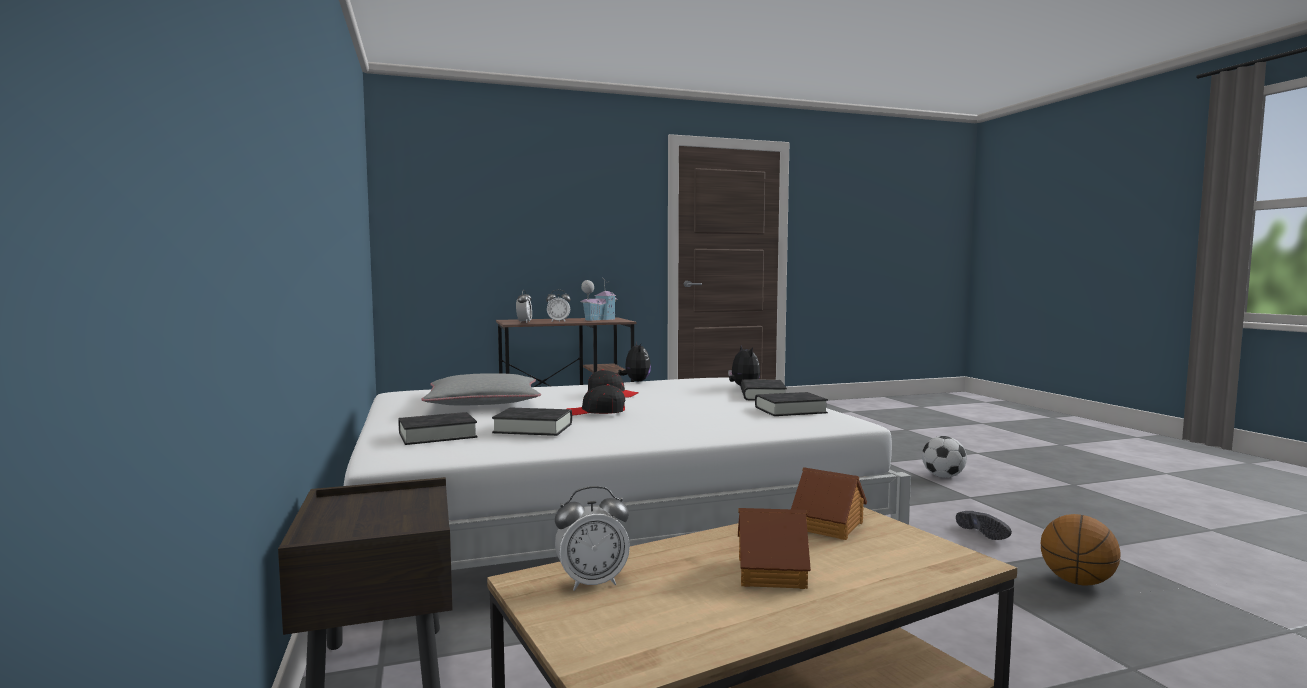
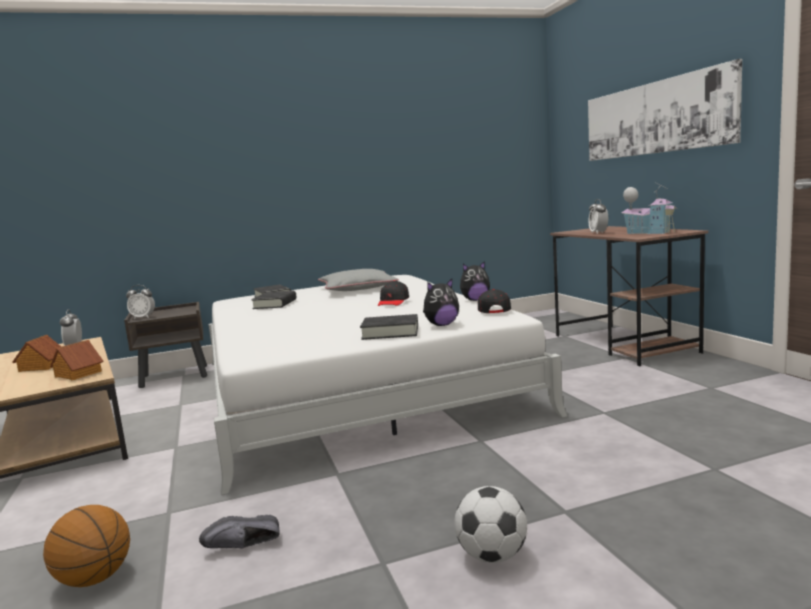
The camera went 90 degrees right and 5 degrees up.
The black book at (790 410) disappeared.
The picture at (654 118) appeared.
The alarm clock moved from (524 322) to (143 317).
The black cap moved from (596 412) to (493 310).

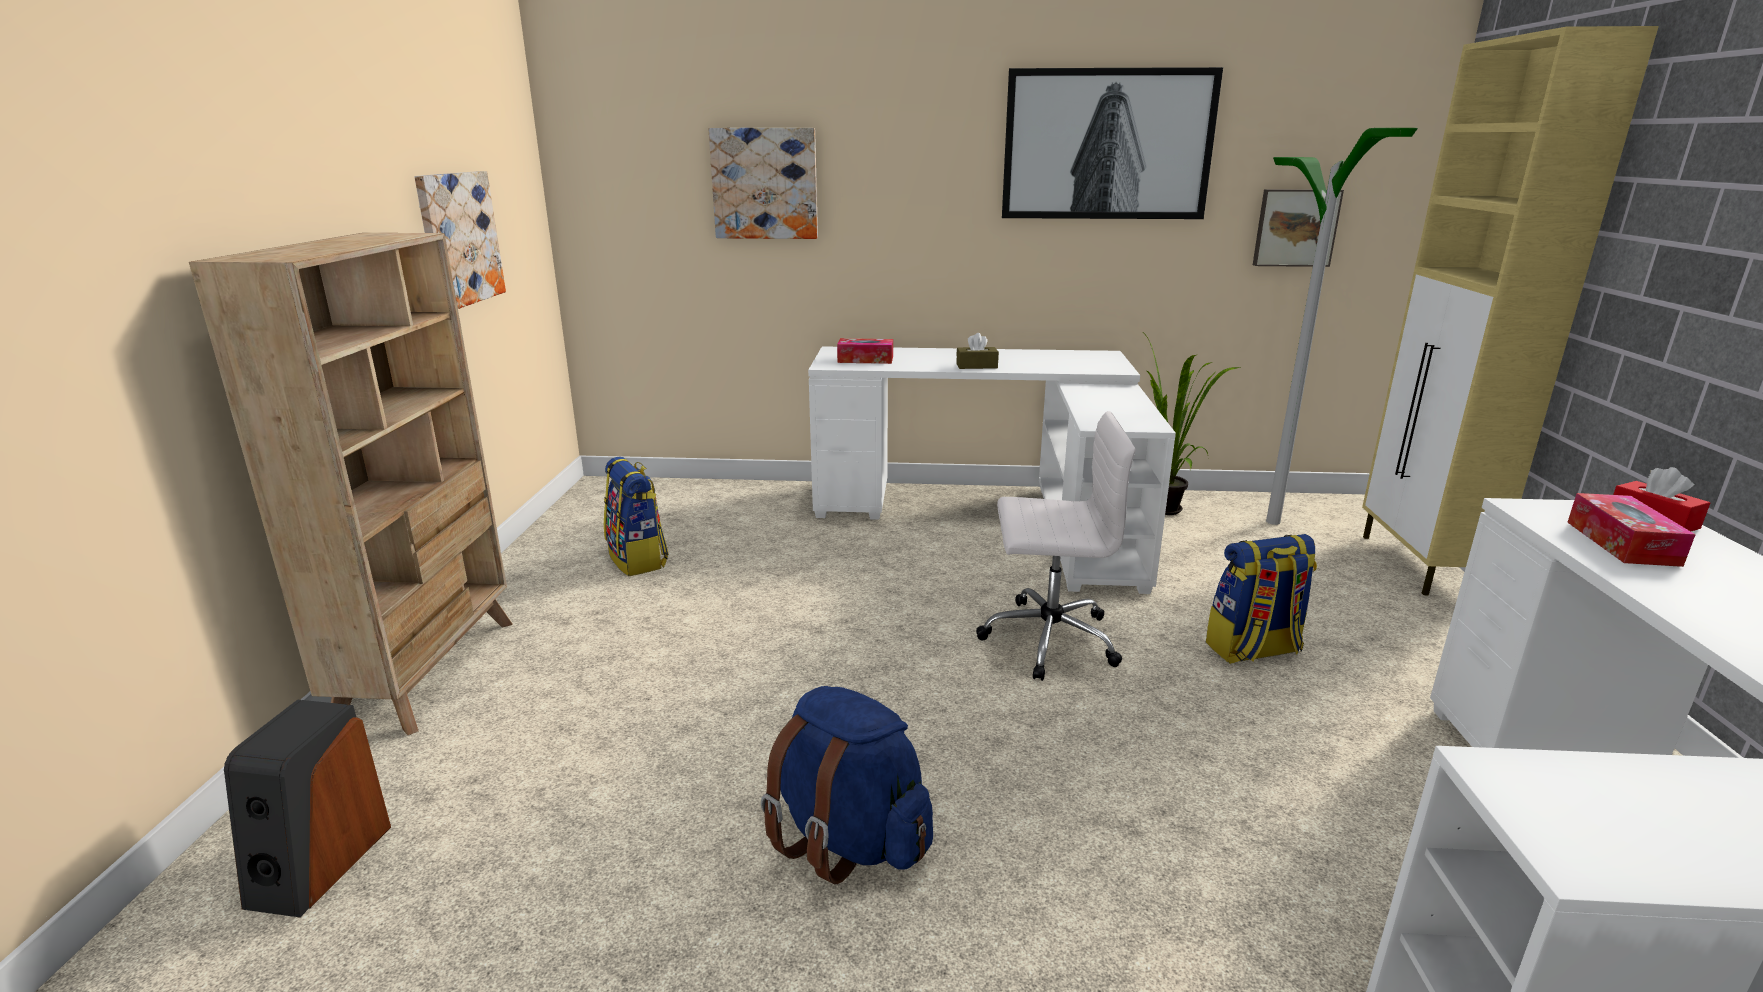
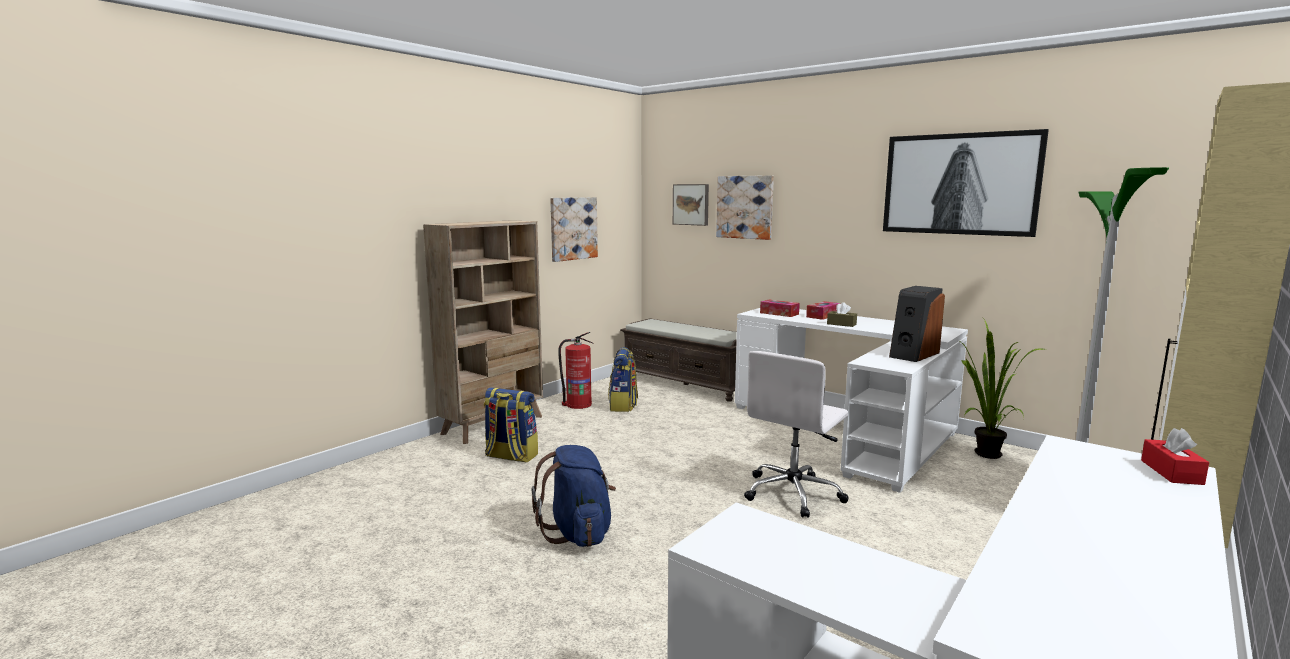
The camera went 35 degrees right and 10 degrees down.
The fire extinguisher at (578 404) appeared.
The brown bench at (686 384) appeared.
The speaker moved from (319 864) to (913 354).
The backpack moved from (1253 650) to (510 456).
The picture moved from (1295 227) to (691 204).
The tissue box moved from (1622 543) to (823 316).
The white office chair at (1047 639) turned 90 degrees clockwise.

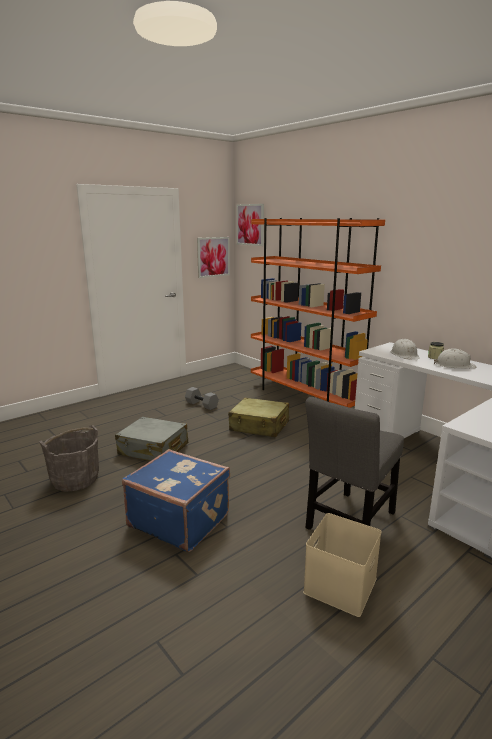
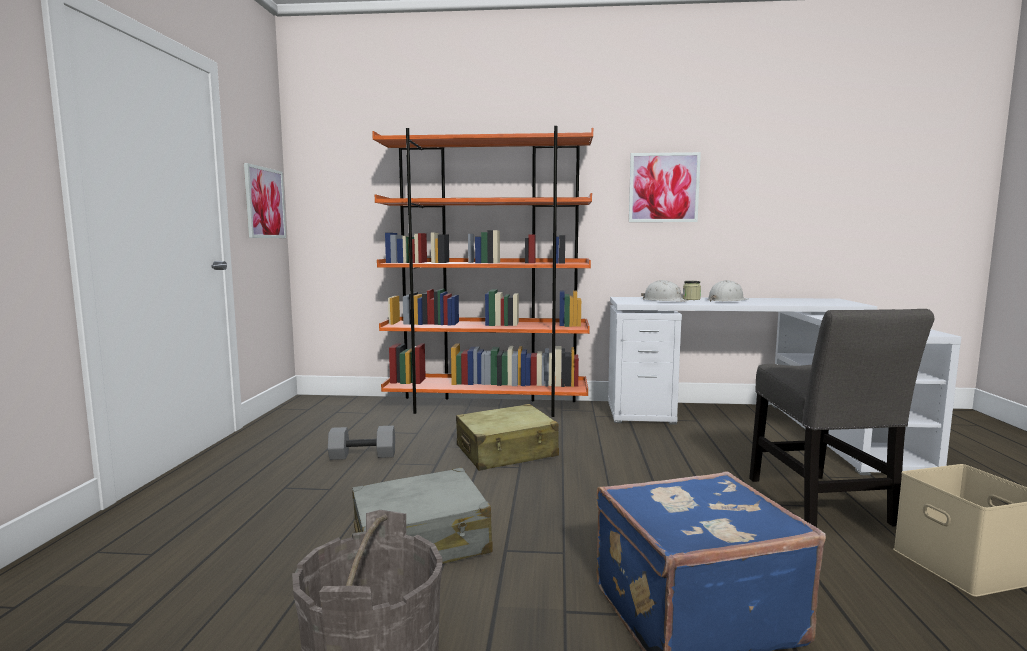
The camera went 45 degrees left and 10 degrees down.
The picture moved from (250 224) to (663 187).

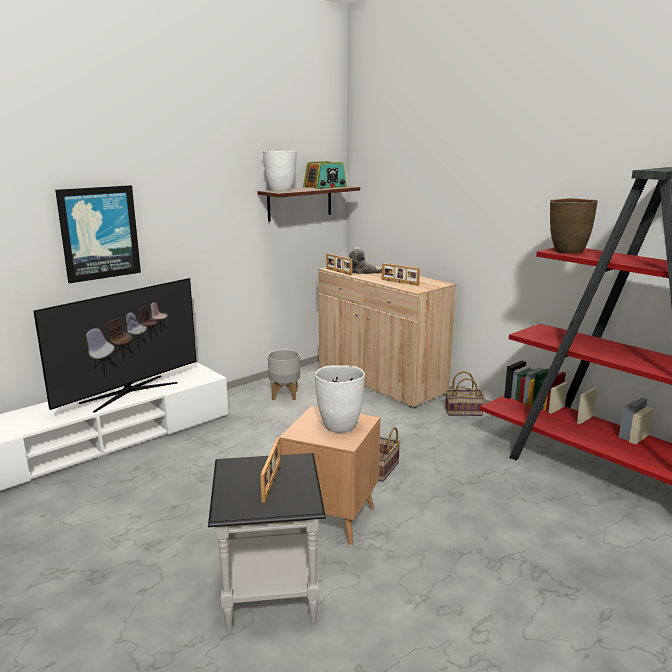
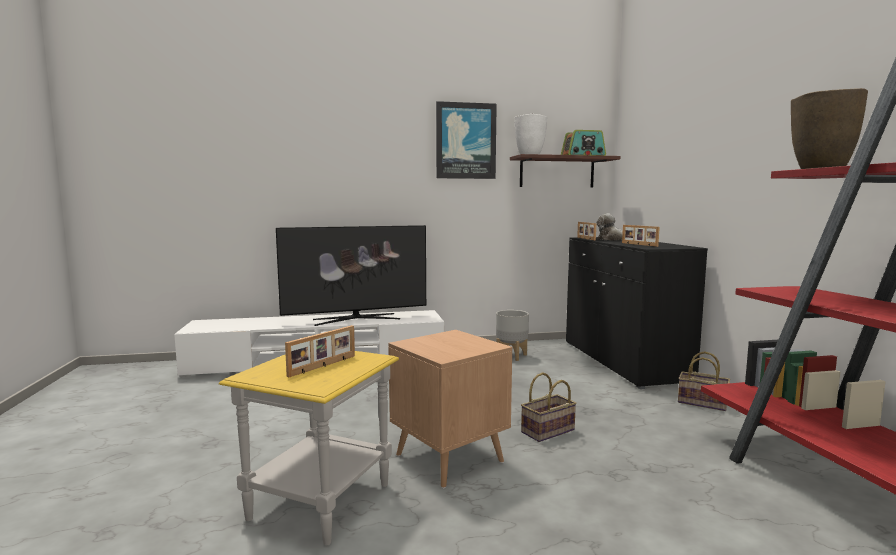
The camera went 30 degrees right and 10 degrees down.
The white vase at (339 426) disappeared.
The picture moved from (99 233) to (465 141).
The black side table at (270 590) became the yellow side table at (321 500).
The beige cabinet at (380 381) became the black cabinet at (622 361).

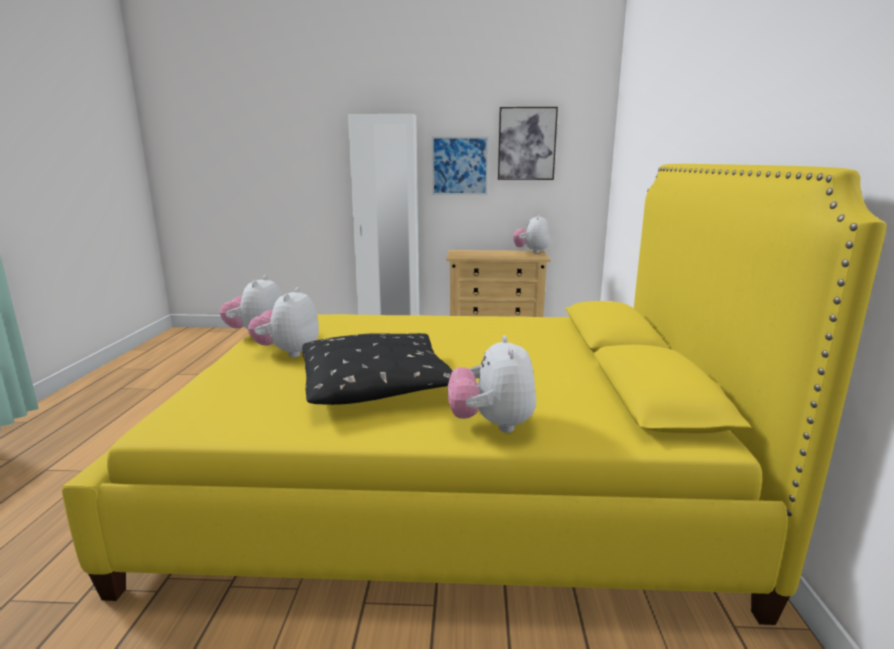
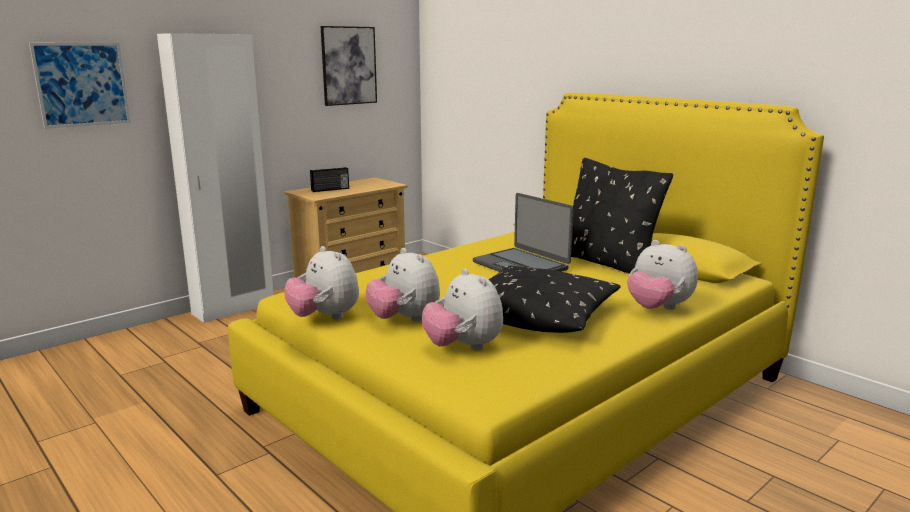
The camera went 45 degrees left and 0 degrees up.
The radio at (330 189) appeared.
The laptop at (521 265) appeared.
The black pillow at (606 262) appeared.
The picture moved from (459 166) to (82 84).
The plush toy moved from (531 251) to (463 347).

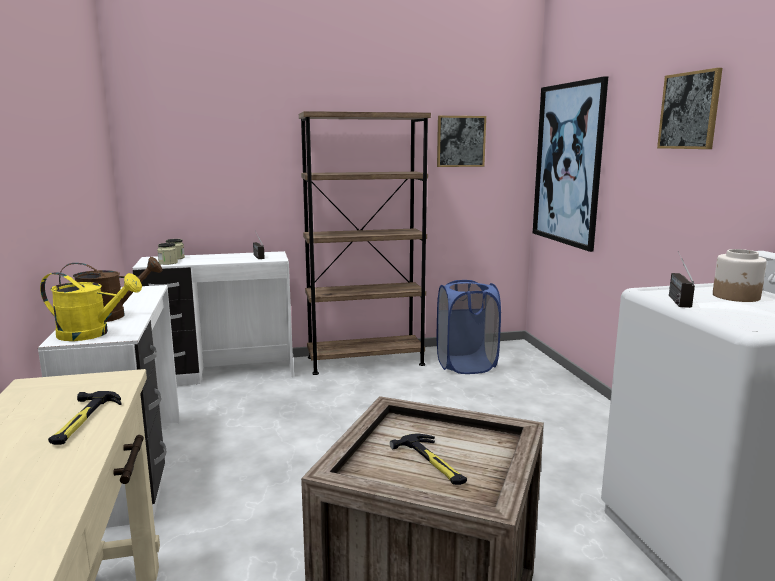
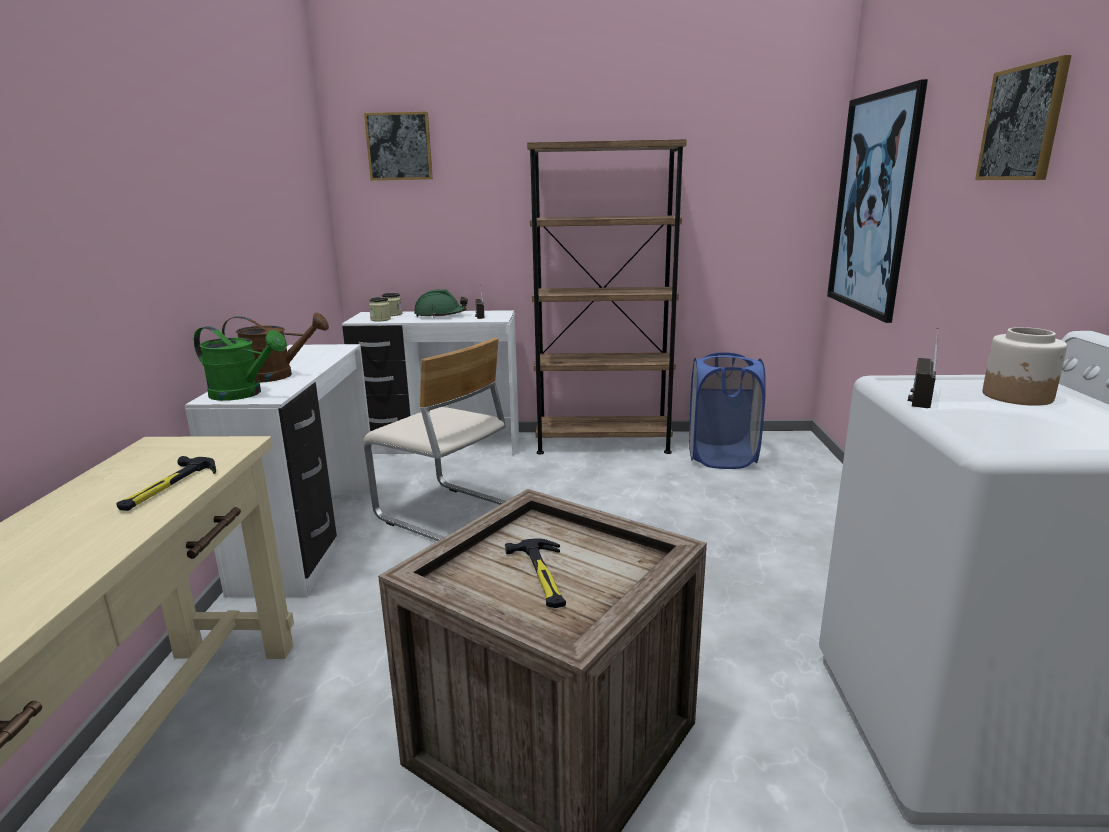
The camera went 15 degrees right and 5 degrees up.
The beige chair at (447 515) appeared.
The green hard hat at (440 315) appeared.
The picture moved from (460 141) to (399 146).
The yellow watering can at (92 334) became the green watering can at (243 394).

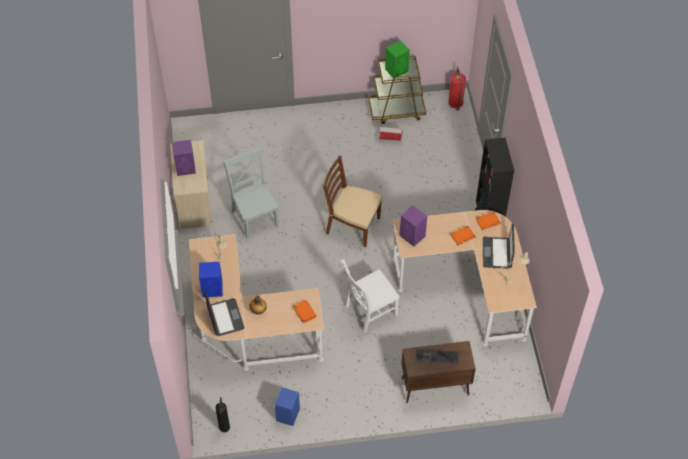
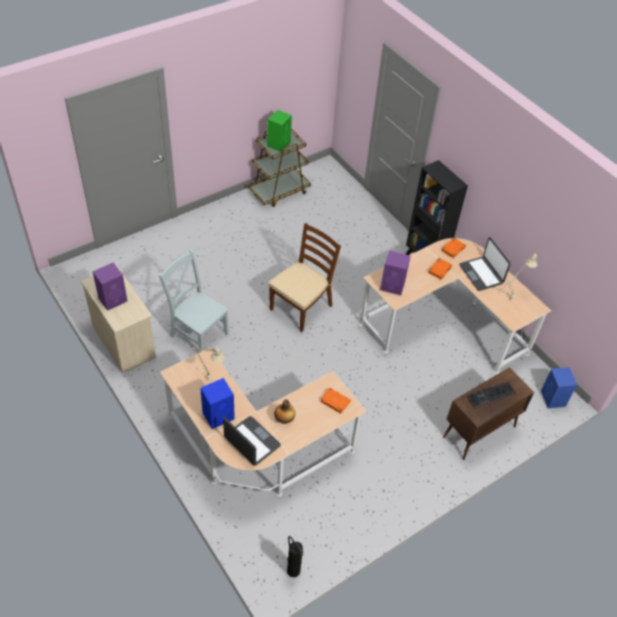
The camera went 30 degrees left and 5 degrees down.
The white chair at (369 312) disappeared.
The cardboard box at (390 137) disappeared.
The fire extinguisher at (455 103) disappeared.
The blue speaker moved from (287 415) to (553 399).
The brown chair at (352 225) turned 135 degrees clockwise.

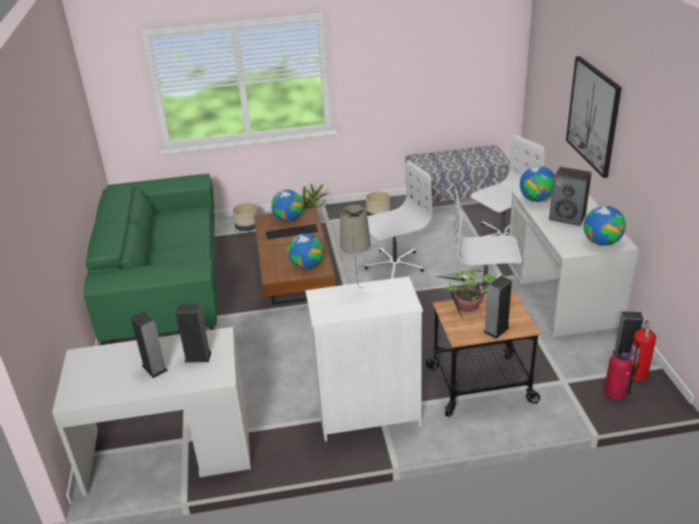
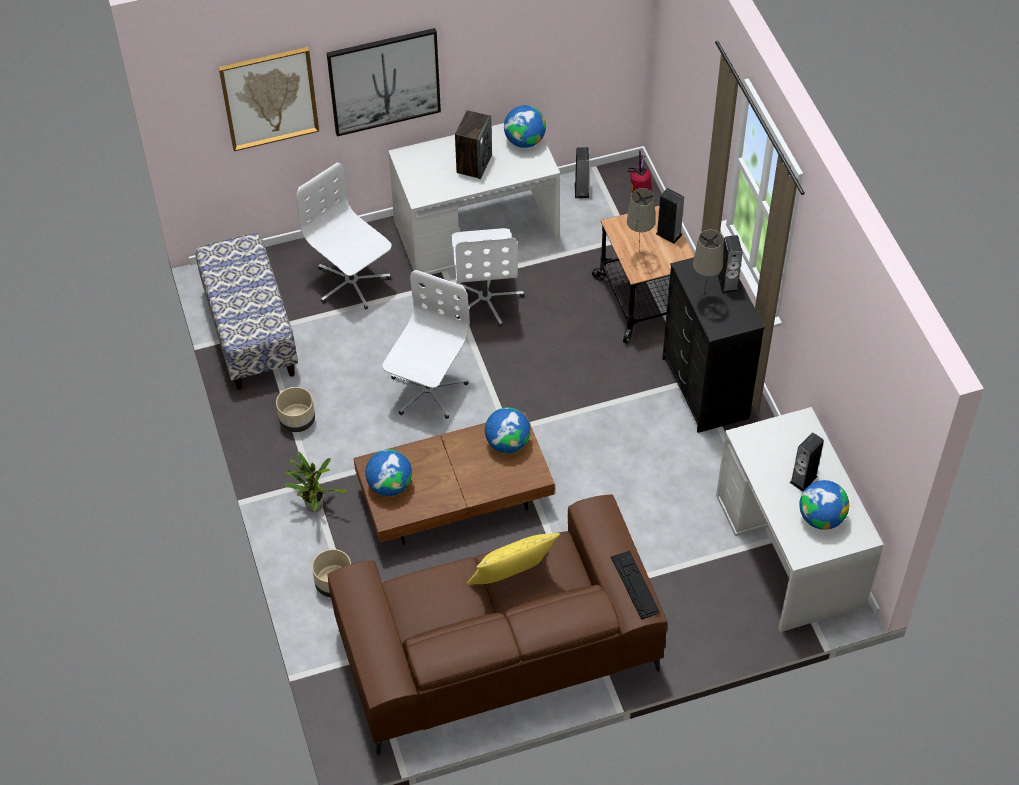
The camera went 100 degrees left and 20 degrees up.
The fire extinguisher at (637 374) disappeared.
The picture at (269 98) appeared.
The yellow pillow at (512 579) appeared.
The speaker moved from (198 356) to (728 283).
The keyboard moved from (291 232) to (635 584).
The globe moved from (536 199) to (821 518).
The potted plant at (467 309) was replaced by the beige table lamp at (638 256).
The green sofa at (166 285) became the brown sofa at (497 648).
The white dresser at (368 414) became the black dresser at (704 388).
The white office chair at (394 265) turned 60 degrees clockwise.

